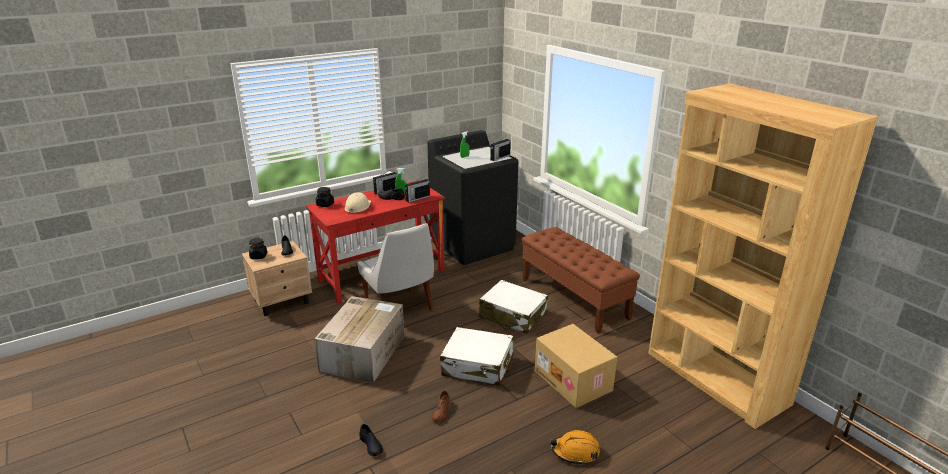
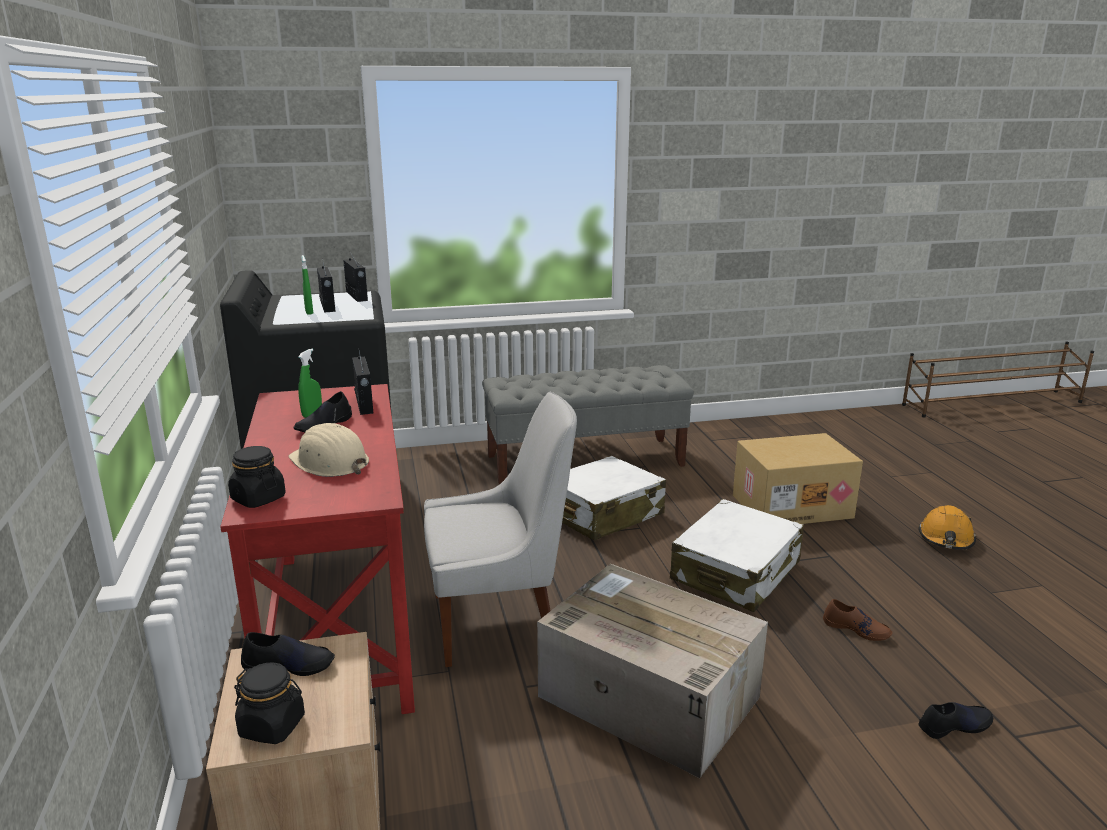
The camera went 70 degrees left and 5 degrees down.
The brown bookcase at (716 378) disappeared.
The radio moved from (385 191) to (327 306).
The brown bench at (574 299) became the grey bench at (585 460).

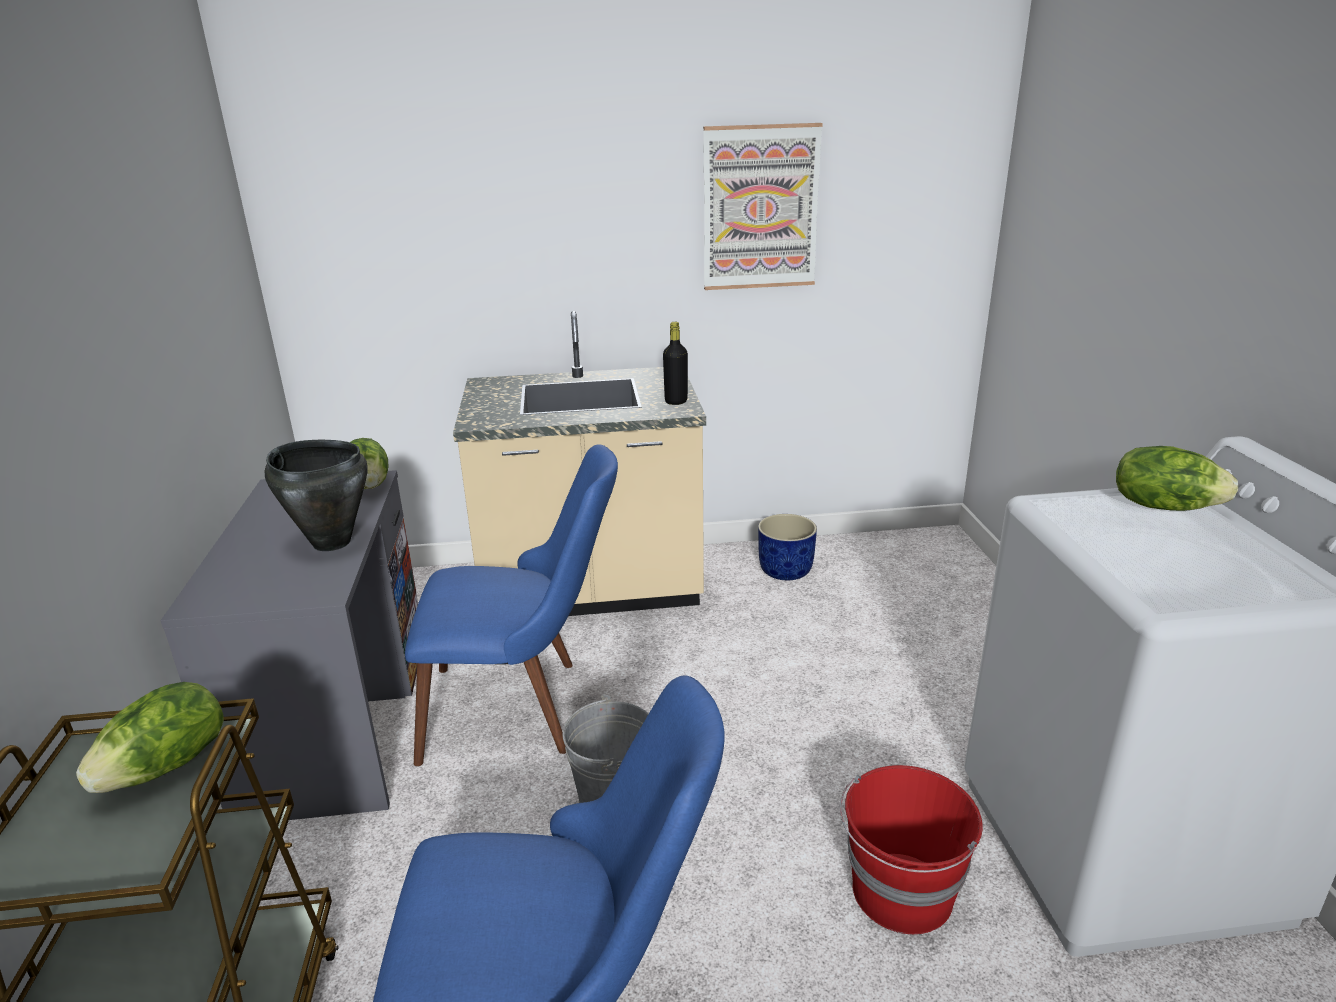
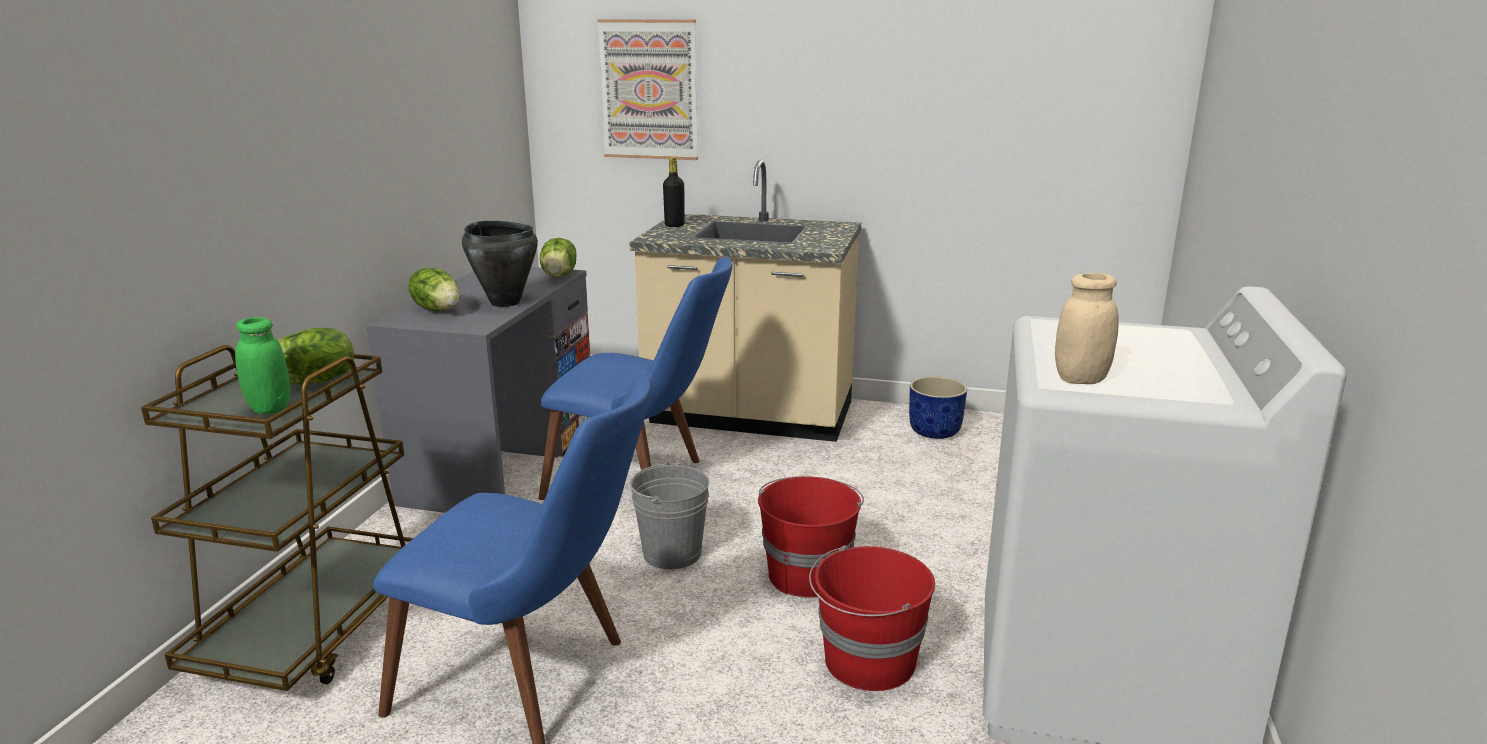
The camera went 20 degrees right and 5 degrees down.
The green jar at (269 408) appeared.
The red bucket at (807 574) appeared.
The beige jar at (1081 379) appeared.
The black bottle moved from (676 401) to (674 225).
The picture moved from (760 208) to (649 90).
The lettuce moved from (1163 506) to (438 309).

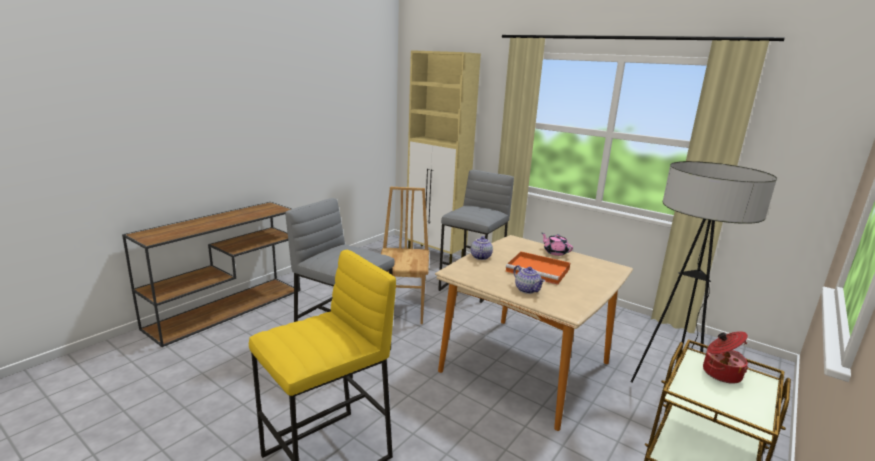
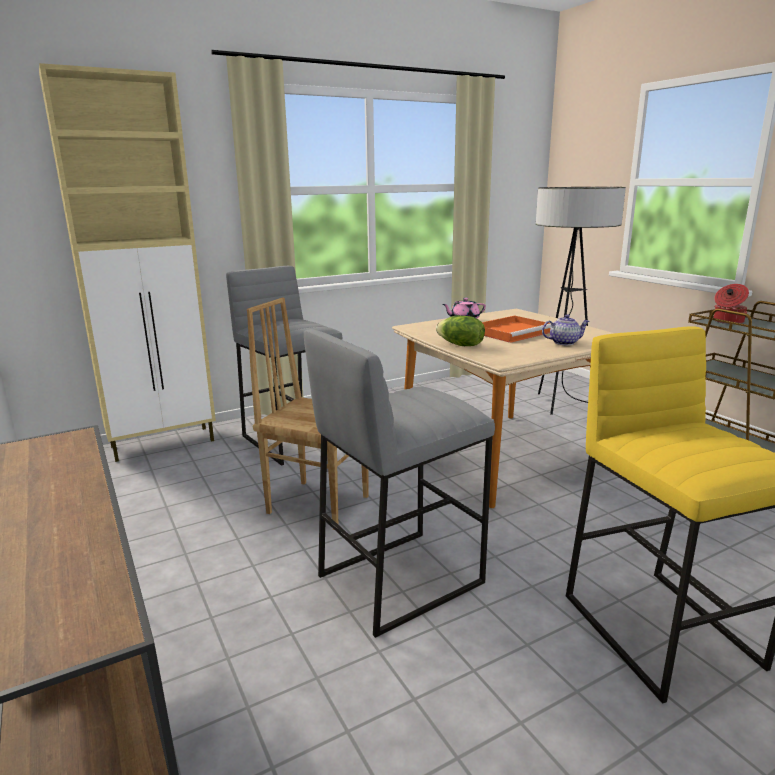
The camera went 65 degrees left and 0 degrees up.
The teapot at (480 257) was replaced by the lettuce at (460 345).

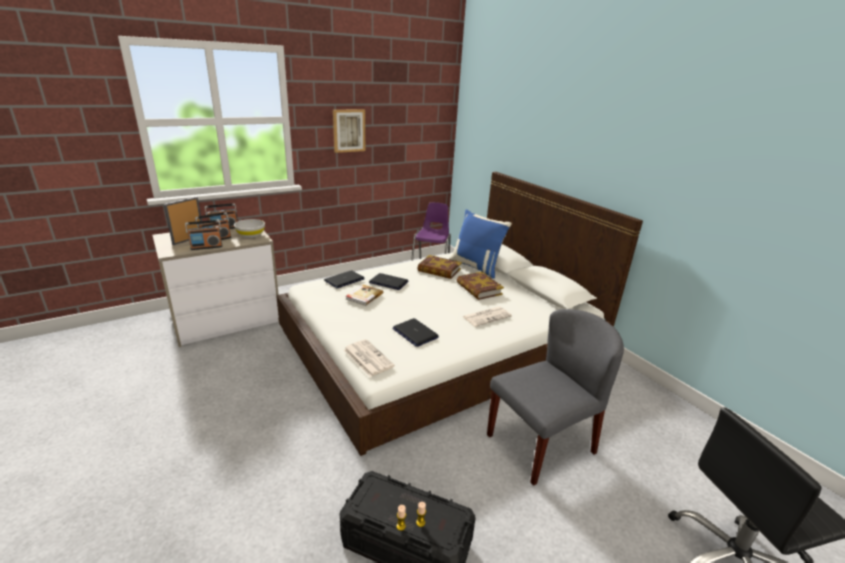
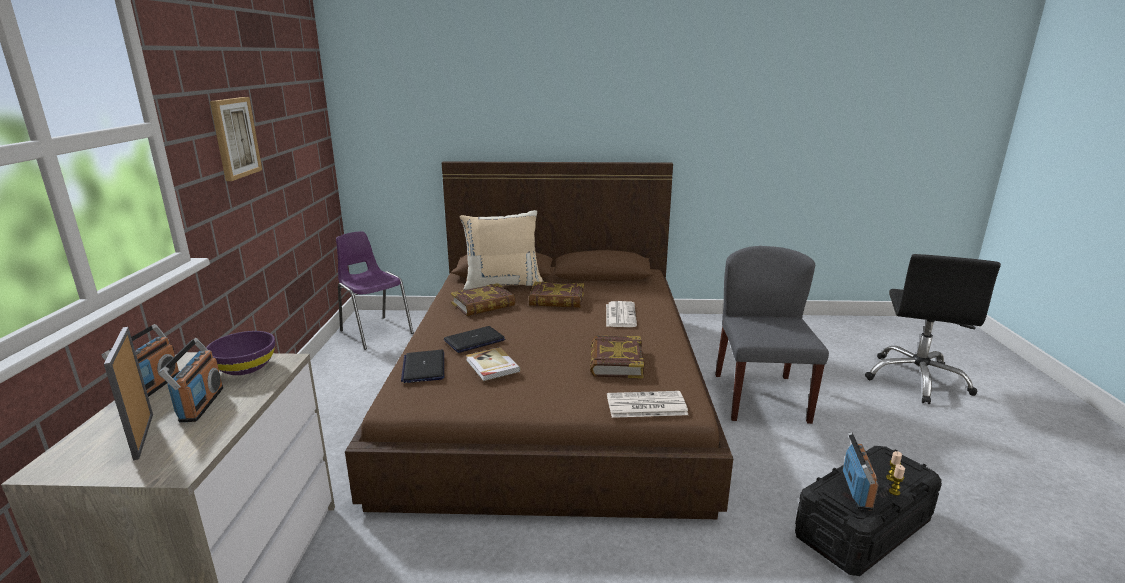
The camera went 55 degrees left and 5 degrees down.
The radio moved from (206 247) to (857 491).
The laptop at (415 333) was replaced by the book at (615 362).
The white bowl at (251 235) became the purple bowl at (245 367).
The white bed at (441 342) became the brown bed at (551 387).
The blue pillow at (476 266) became the beige pillow at (503 284).

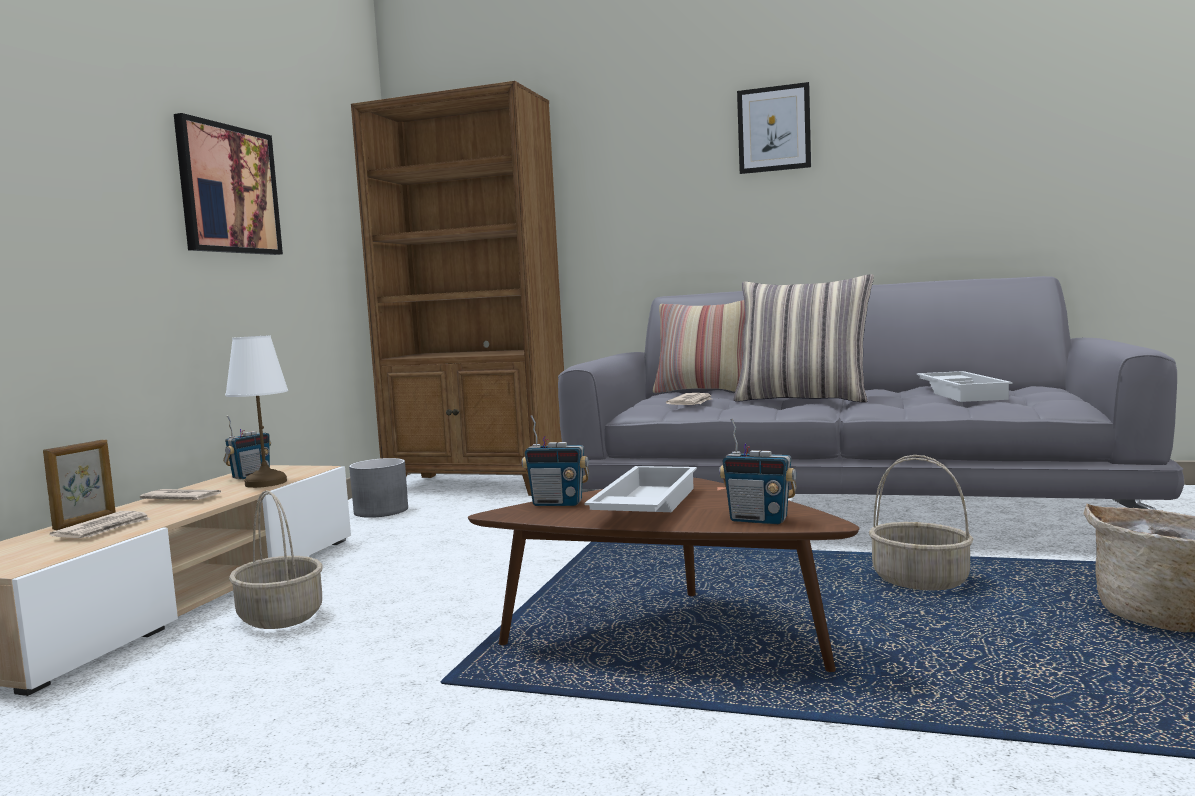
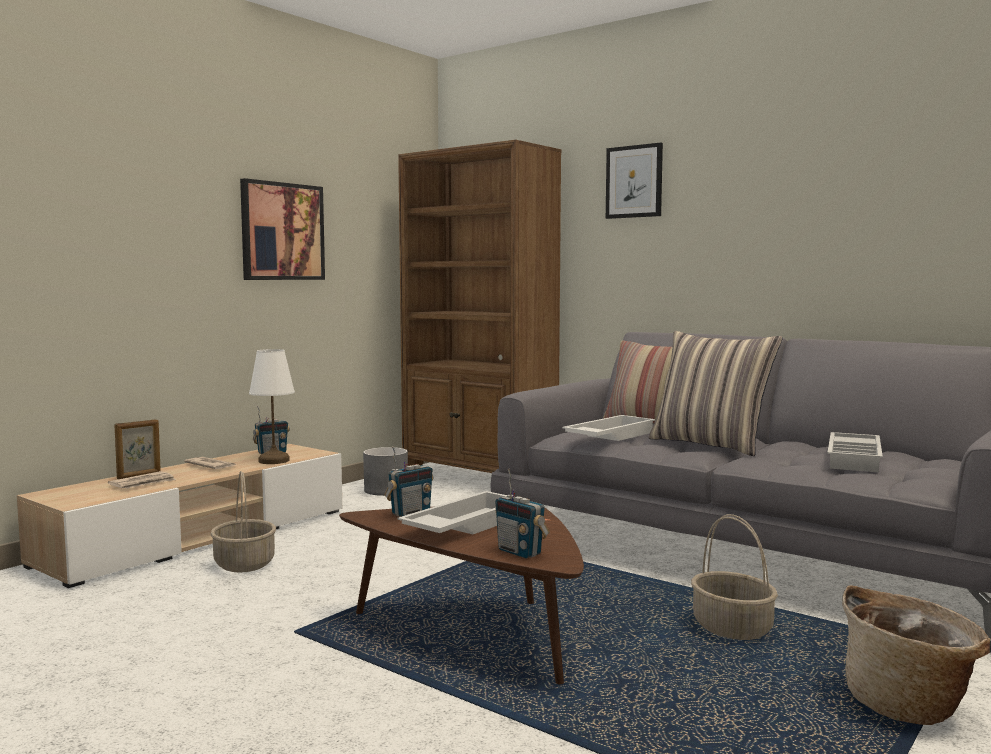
The camera went 20 degrees right and 0 degrees up.
The picture moved from (774 129) to (634 181).
The newspaper at (691 403) was replaced by the white tray at (609 436).
The radio at (557 503) turned 75 degrees counterclockwise.

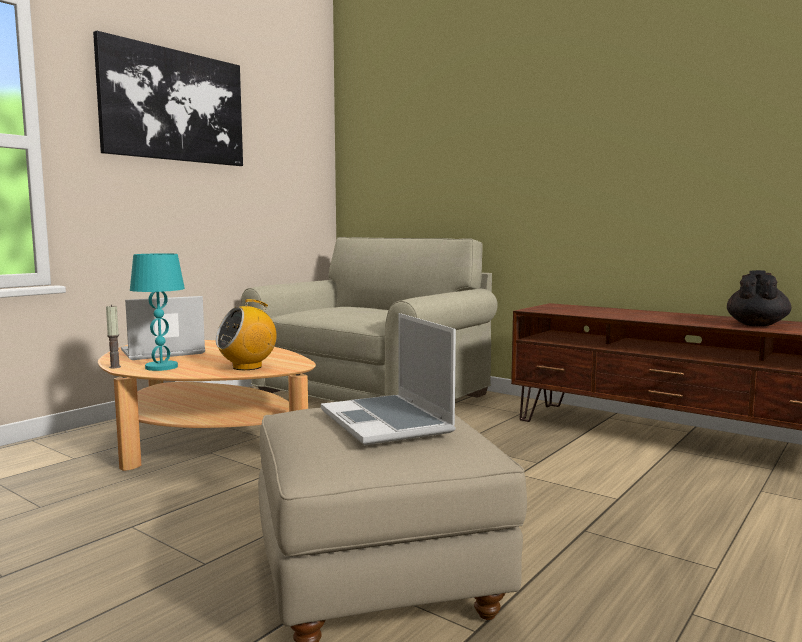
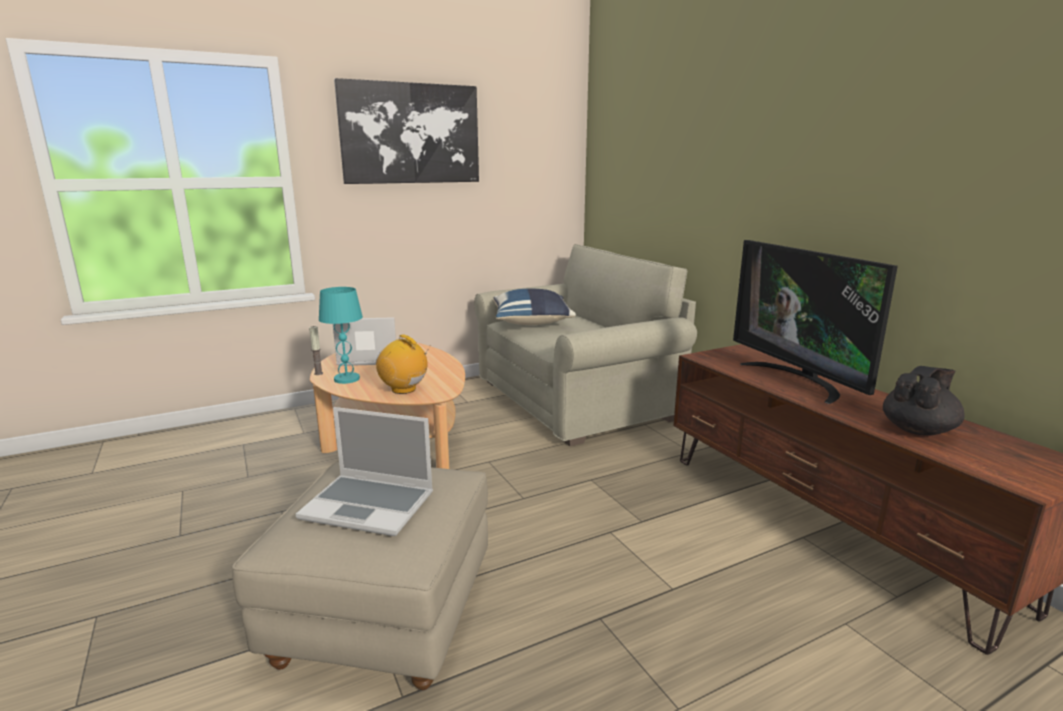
The camera went 25 degrees right and 10 degrees up.
The blue pillow at (532 323) appeared.
The television at (798 380) appeared.
The radio at (247 367) turned 45 degrees clockwise.
The laptop at (388 422) turned 75 degrees counterclockwise.

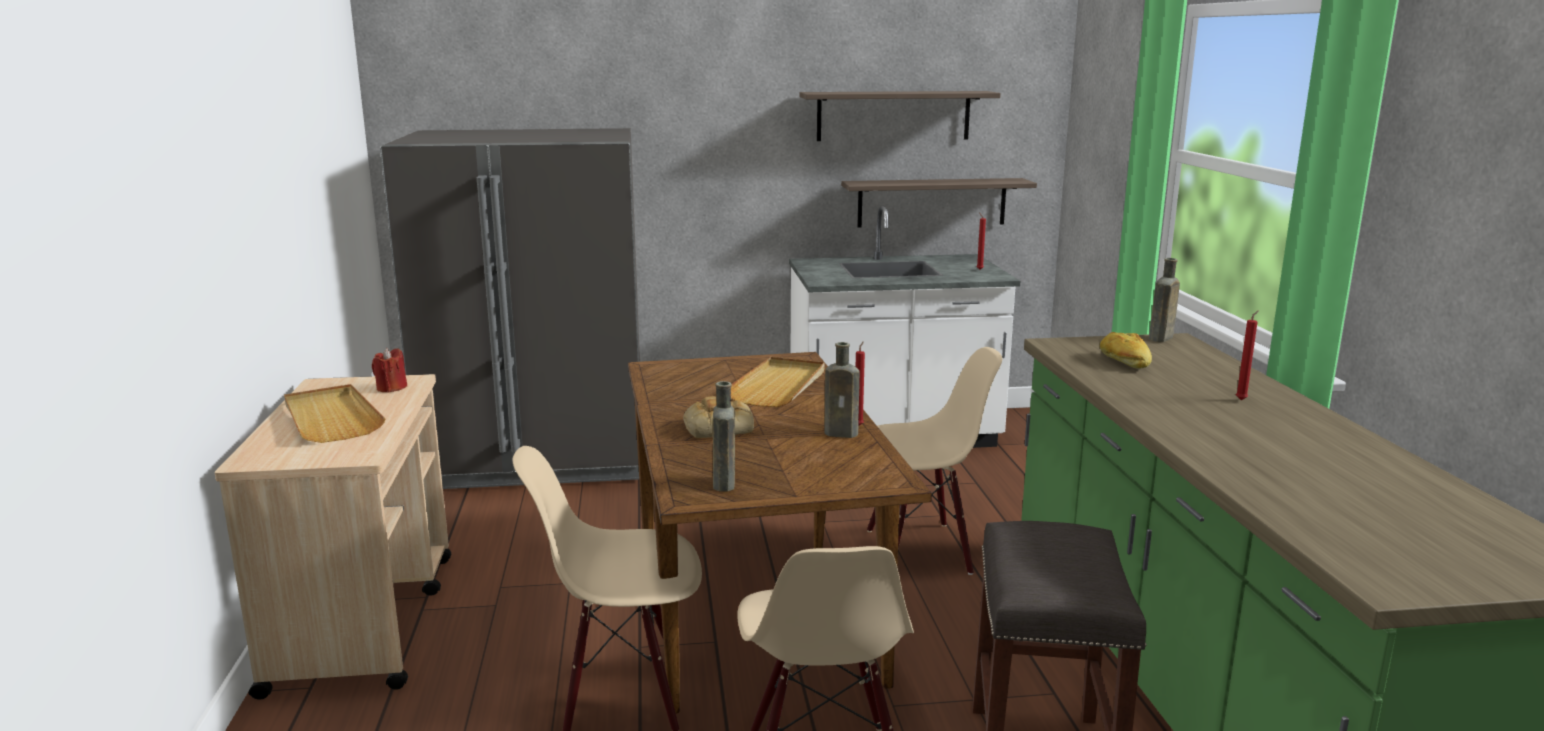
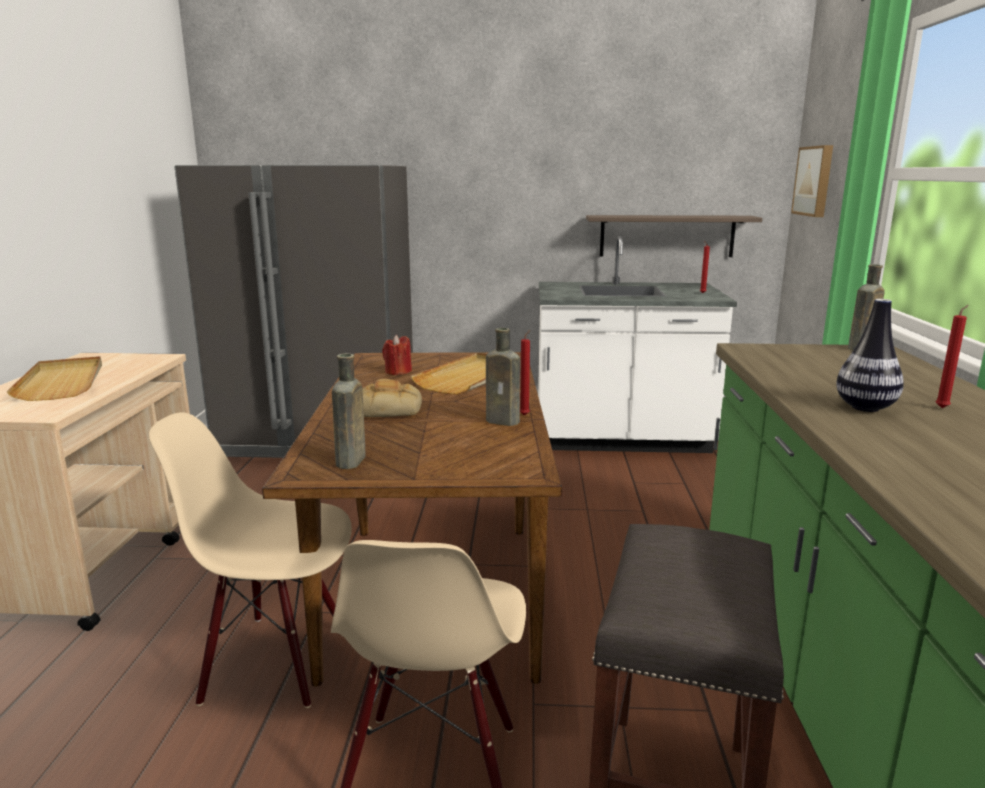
The camera went 10 degrees right and 0 degrees up.
The shelf at (893 116) disappeared.
The beige chair at (919 550) disappeared.
The bread at (1124 362) disappeared.
The picture at (815 181) appeared.
The vase at (865 408) appeared.
The red candle moved from (391 388) to (398 372).

